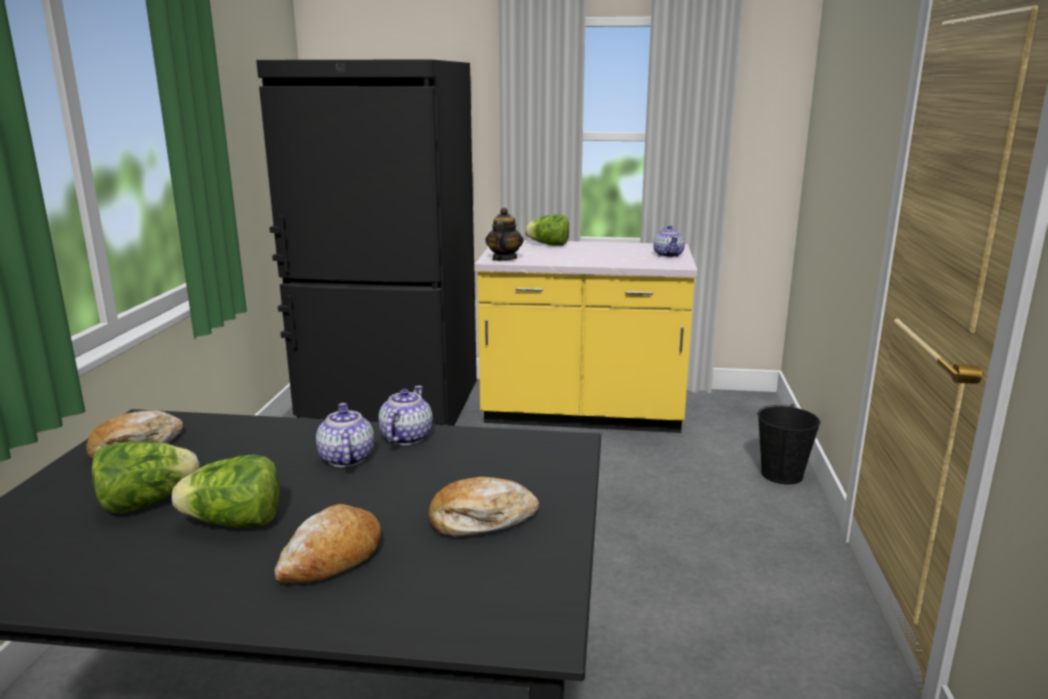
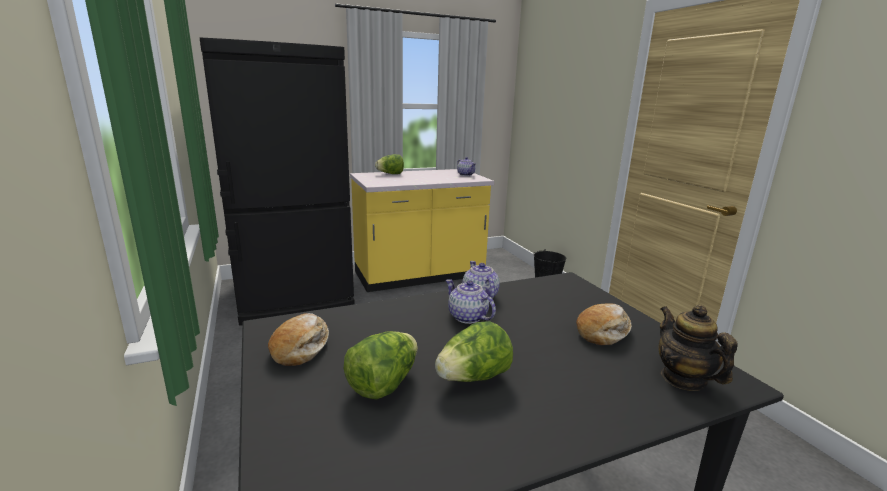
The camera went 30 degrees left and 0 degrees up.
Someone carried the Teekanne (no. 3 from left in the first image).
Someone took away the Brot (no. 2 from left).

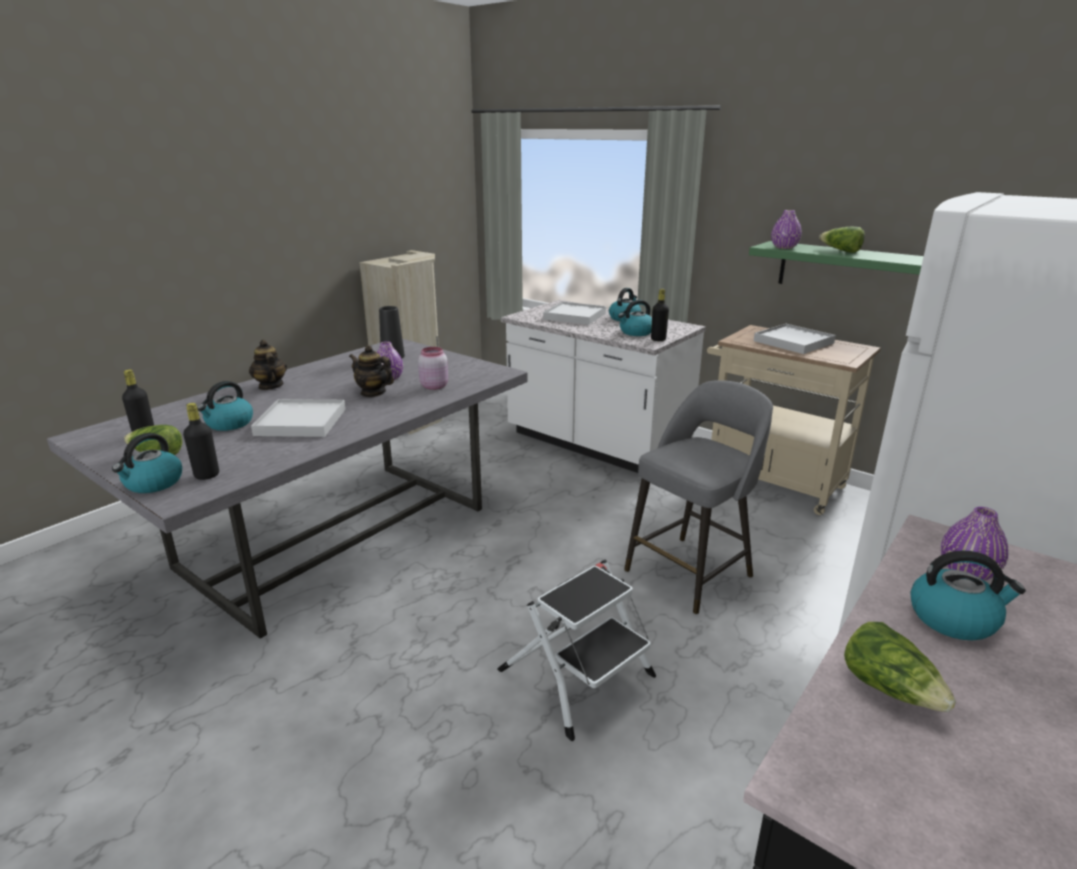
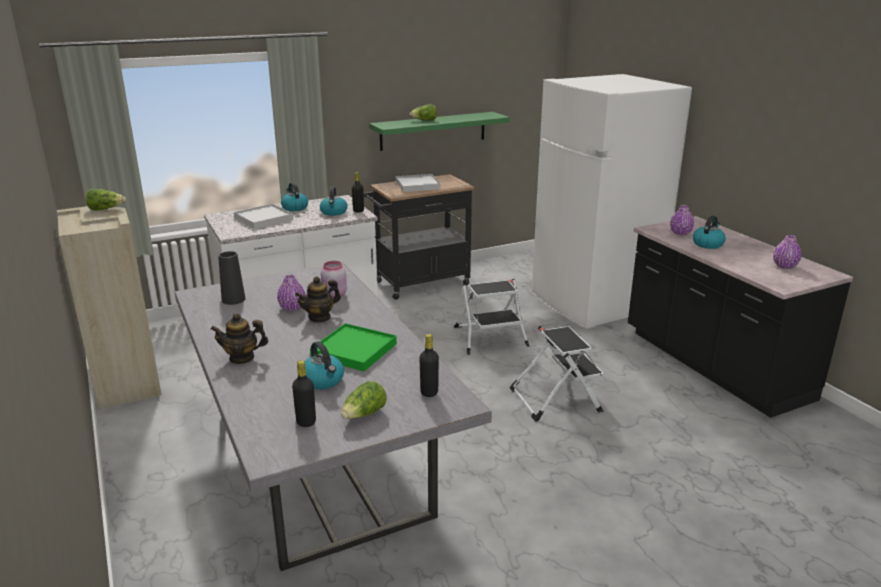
The camera went 65 degrees left and 0 degrees up.
Someone carried the Salatkopf (no. 3 from left in the first image).
Someone repainted the Tablett (weiß) (no. 1 from left), which became the Tablett (grün).
Someone repainted the Rollwagen (beige), which became the Rollwagen (schwarz).
Someone swapped the Hocker (grau) for the Trittleiter (no. 1 from left).
Someone carried the Vase (lila) (no. 2 from left in the first image).
Someone took away the Wasserkessel (no. 1 from left).

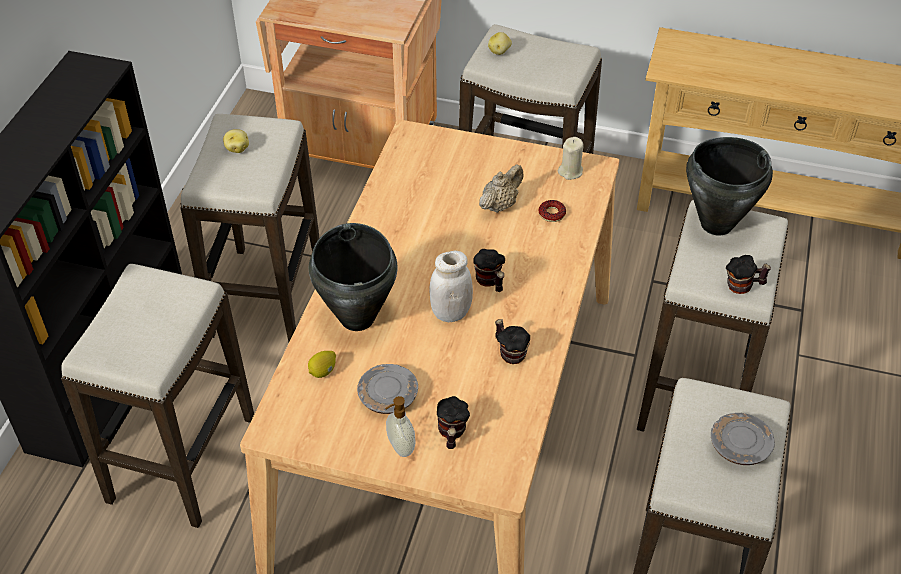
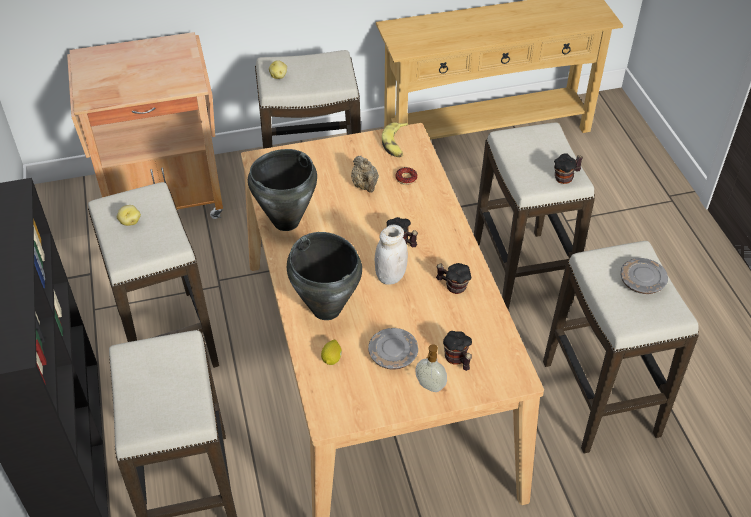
The camera went 30 degrees left and 0 degrees up.
Someone carried the Kochtopf (schwarz) (no. 2 from left in the first image).
Someone rotated the Teekanne (beige) by 150 degrees clockwise.
Someone swapped the Kerze (beige) for the Banane.

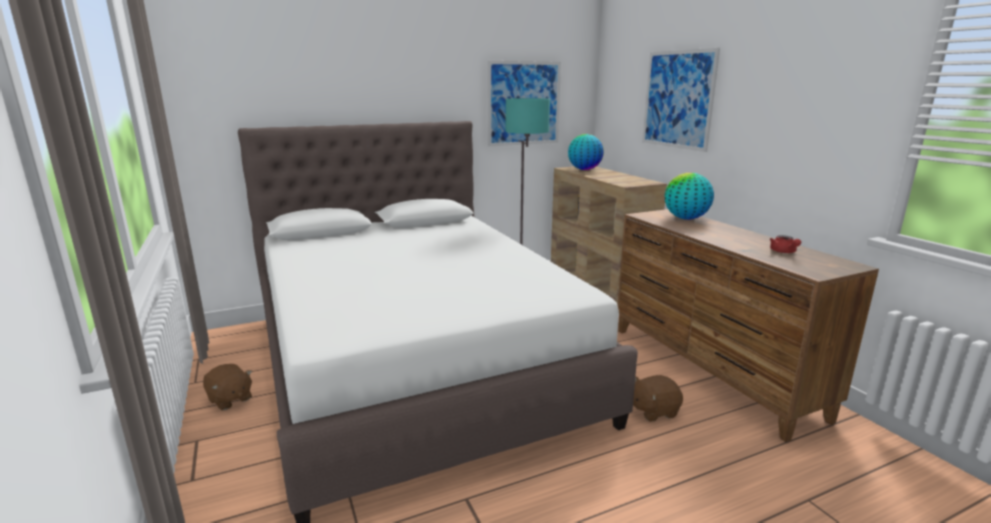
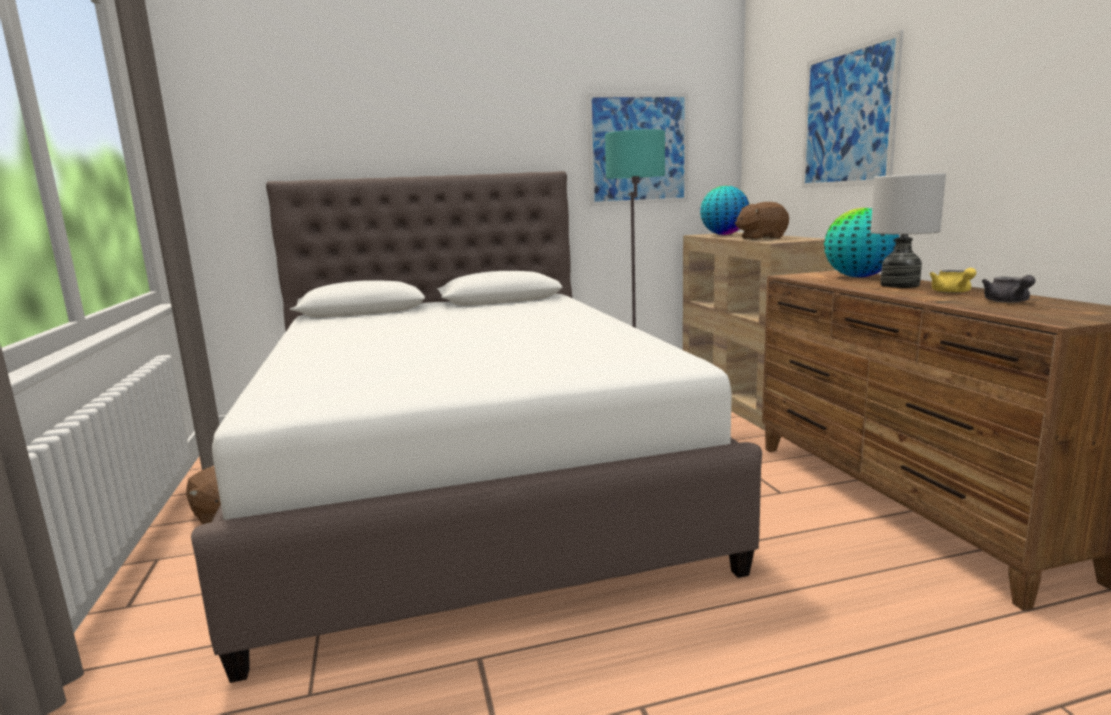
The camera went 10 degrees right and 5 degrees down.
Someone carried the Plüschtier (braun) (no. 2 from left).
Someone put down the Tischlampe (grau).
Someone put down the Teekanne (gelb).
Someone repainted the Teekanne (rot), which became the Teekanne (grau).

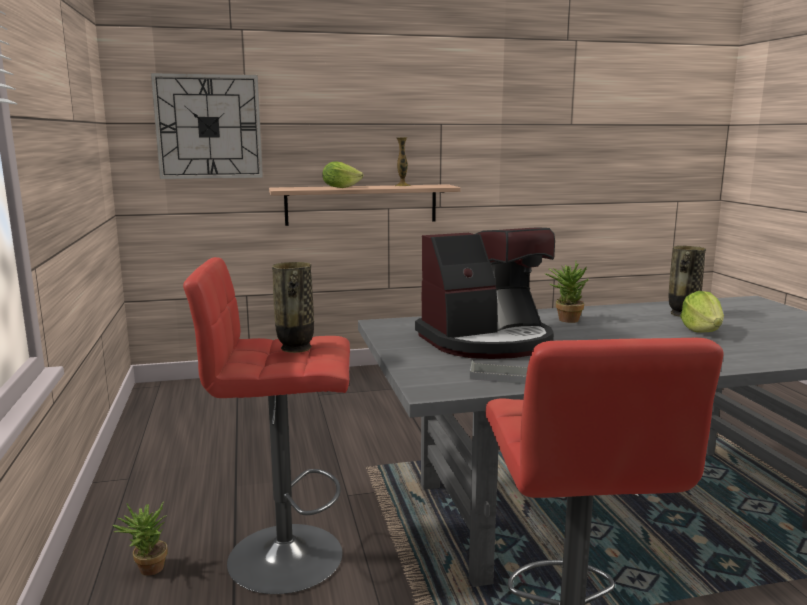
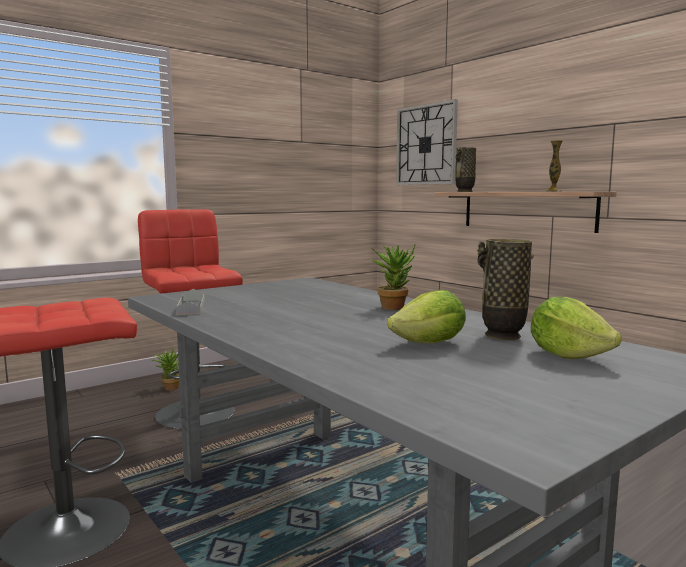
The camera went 65 degrees right and 5 degrees down.
Someone carried the Vase (no. 1 from left).
Someone carried the Salatkopf (no. 1 from left in the first image).
Someone took away the Kaffeemaschine.

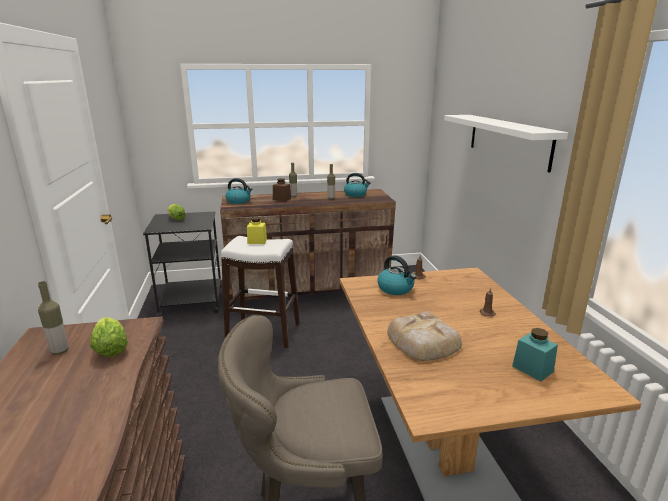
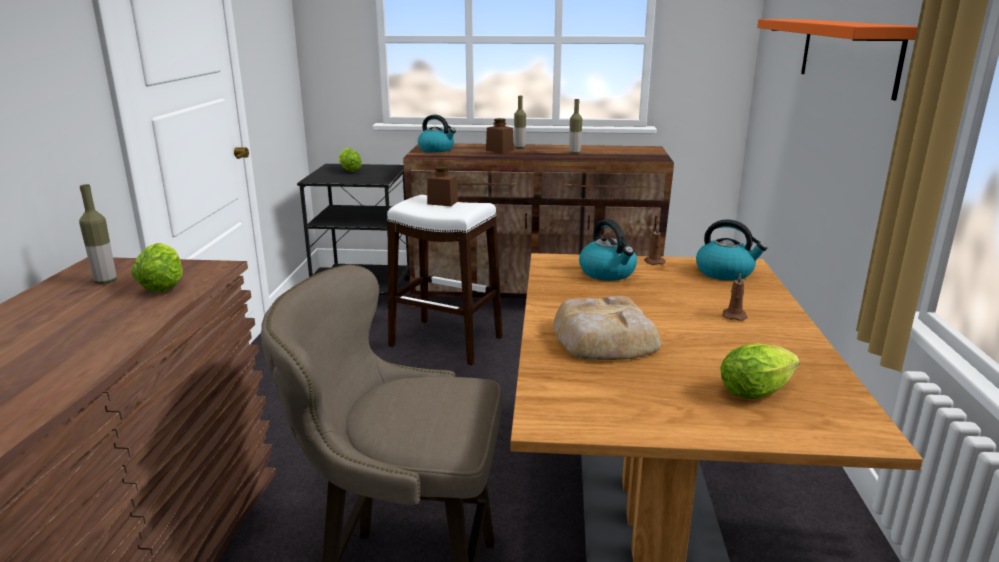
The camera went 15 degrees right and 0 degrees up.
Someone repainted the Vorratsglas (gelb), which became the Vorratsglas (braun) (no. 1 from left).
Someone carried the Wasserkessel (no. 2 from left in the first image).
Someone swapped the Vorratsglas (türkis) for the Salatkopf (no. 3 from left).
Someone repainted the Wandregal (weiß), which became the Wandregal (orange).

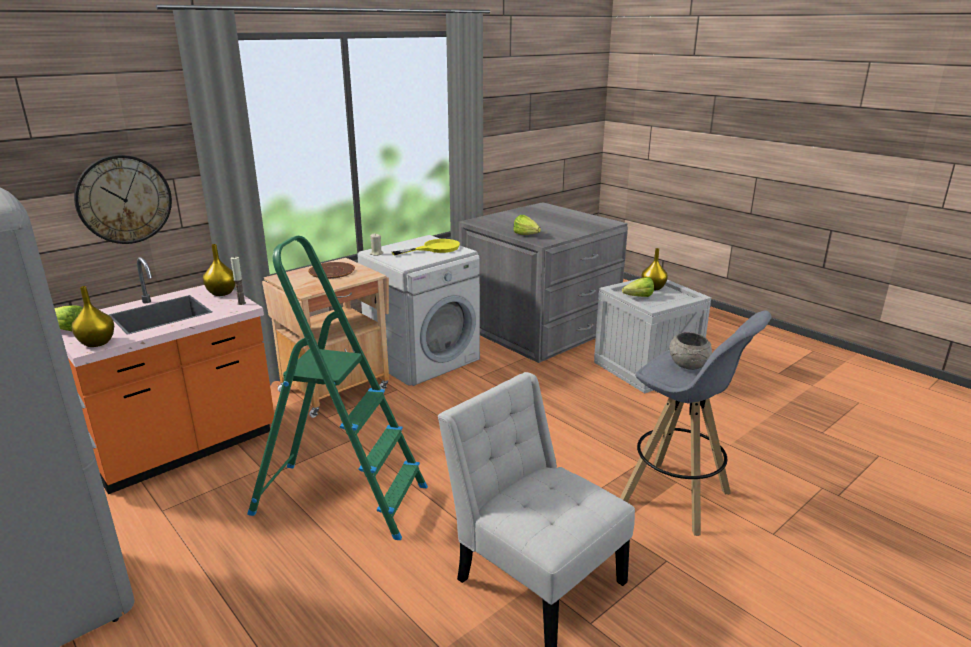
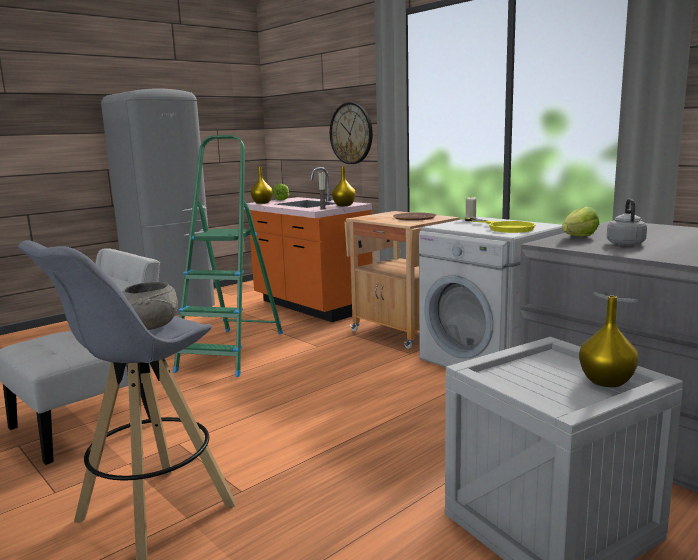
The camera went 90 degrees right and 10 degrees down.
Someone put down the Wasserkessel (grau).
Someone took away the Salatkopf (no. 3 from left).

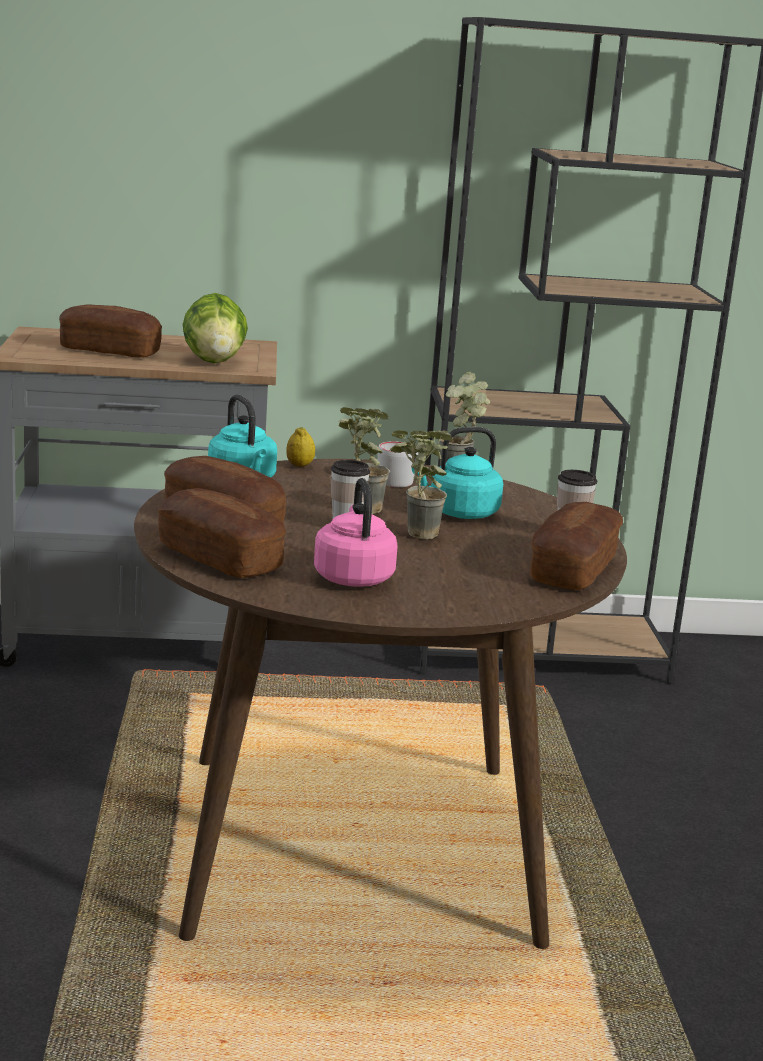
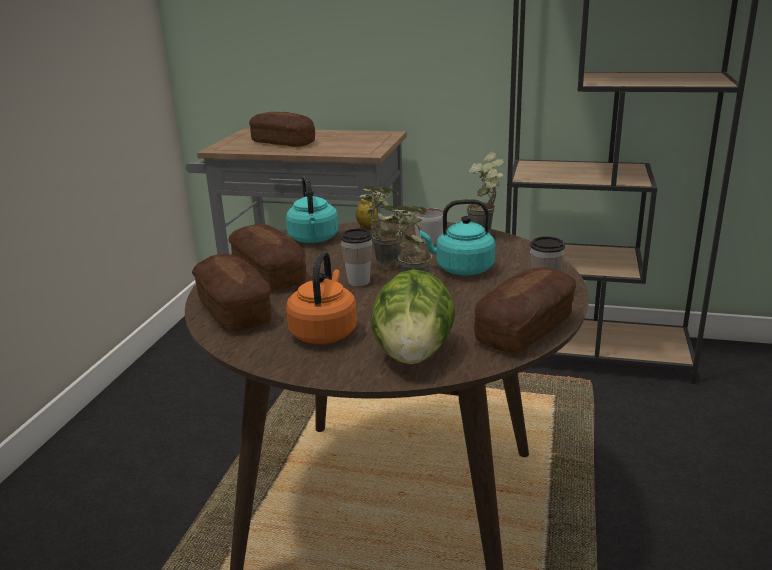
The camera went 20 degrees right and 5 degrees up.
Someone repainted the Wasserkessel (rosa), which became the Wasserkessel (orange).
Someone carried the Salatkopf.

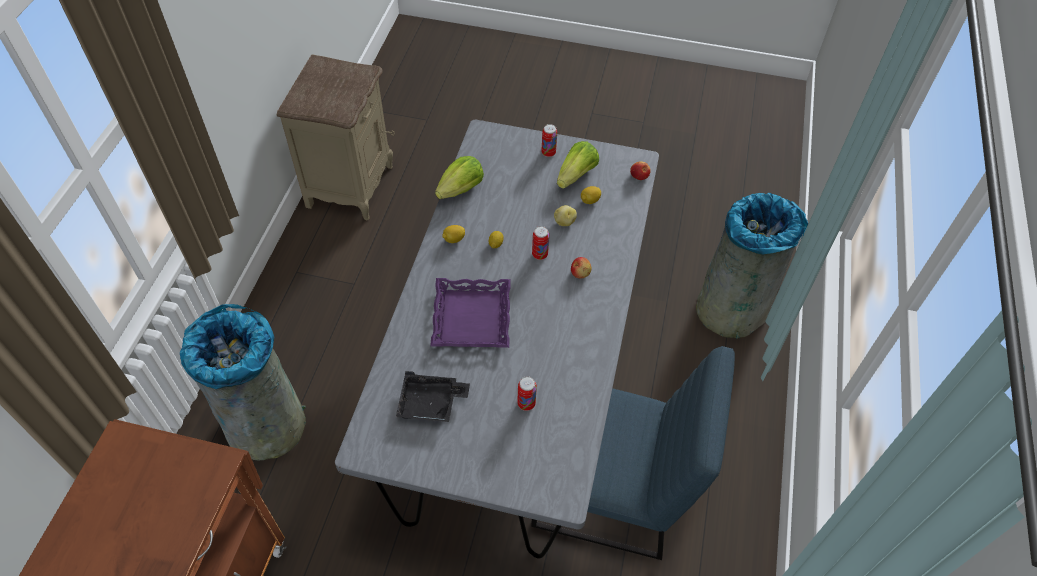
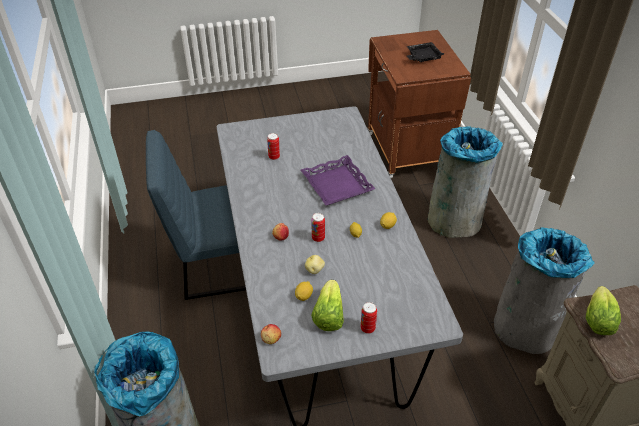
The camera went 155 degrees right and 10 degrees down.
Someone carried the Tablett (schwarz).
Someone put down the Mülleimer (grau) (no. 3 from left).
Someone carried the Salatkopf (no. 1 from left in the first image).

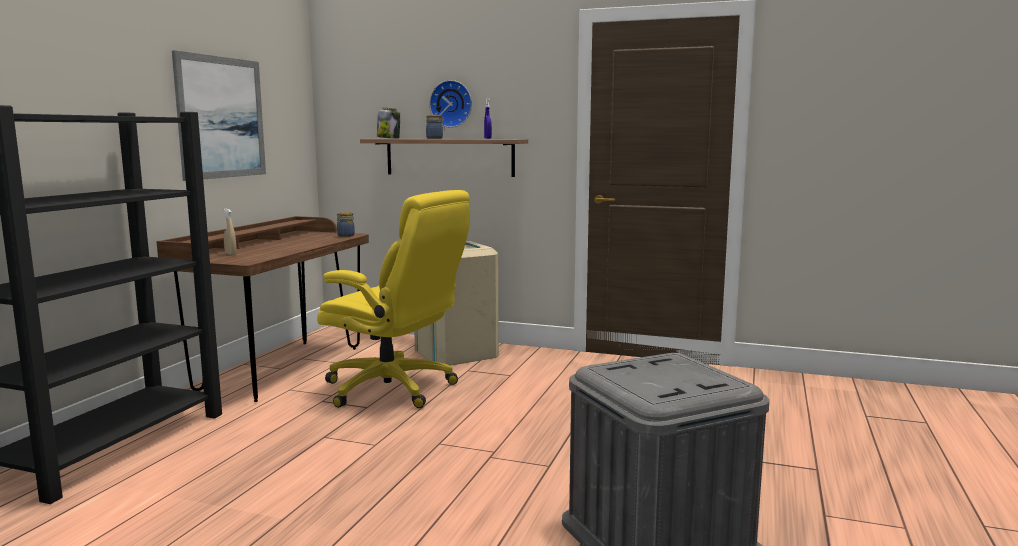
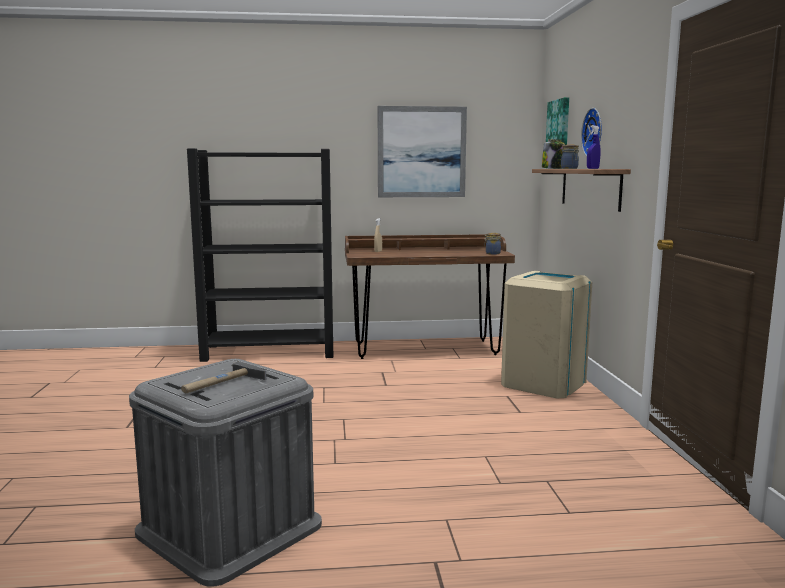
The camera went 65 degrees right and 0 degrees up.
Someone put down the Hammer.
Someone put up the Bild (no. 2 from left).
Someone took away the Bürostuhl (gelb).

